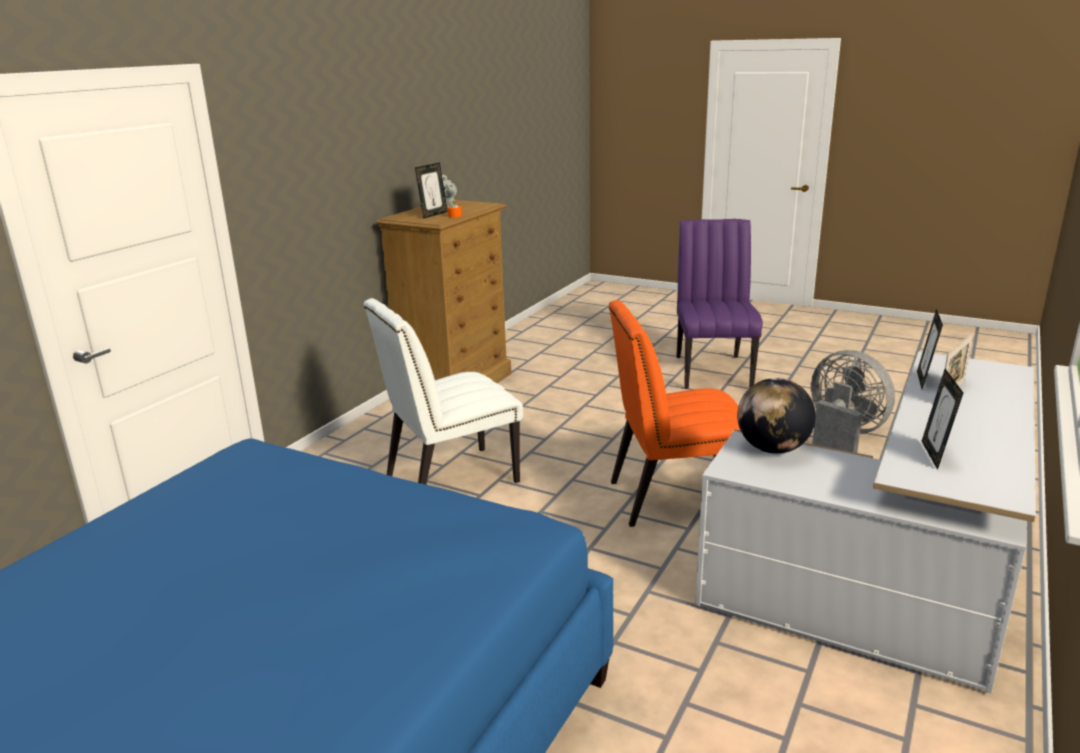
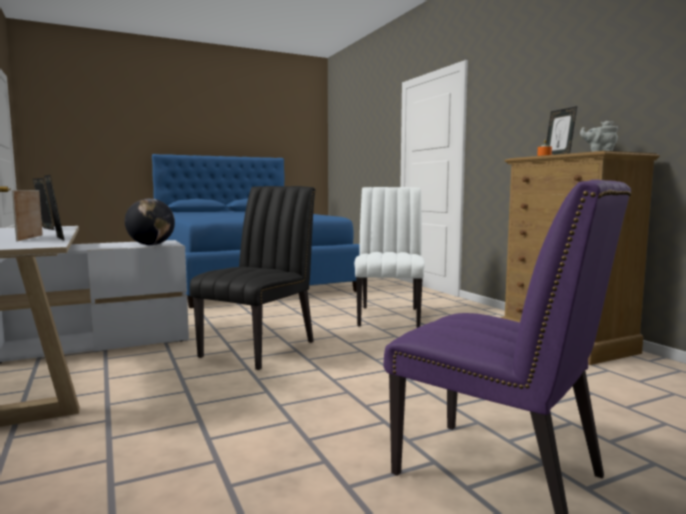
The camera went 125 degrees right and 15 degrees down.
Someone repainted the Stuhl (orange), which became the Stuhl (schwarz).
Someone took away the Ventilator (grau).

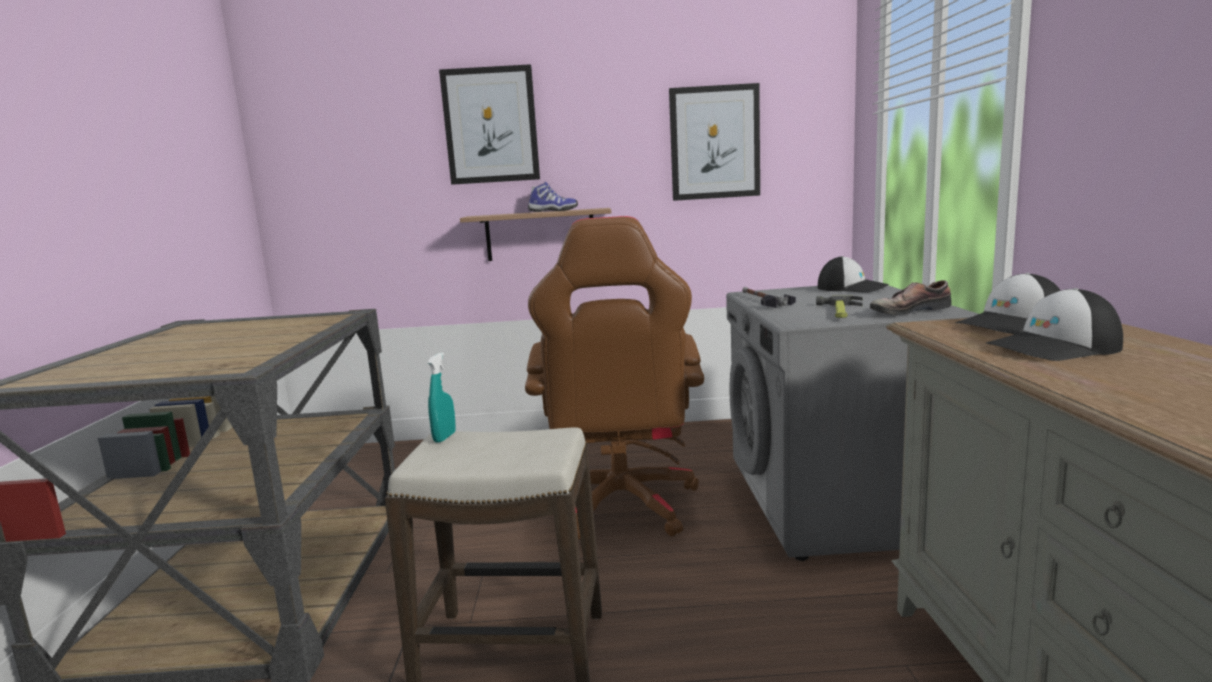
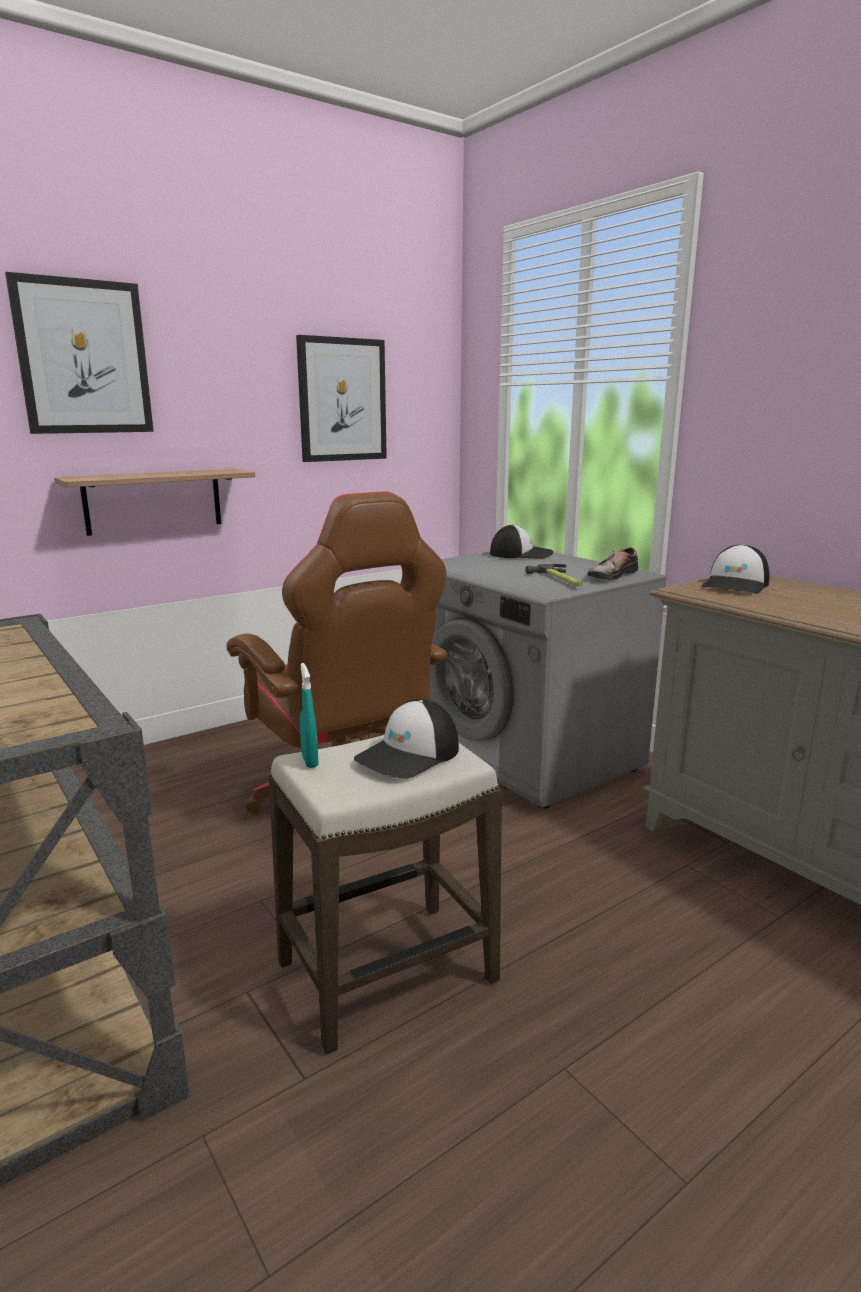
The camera went 35 degrees left and 5 degrees up.
Someone carried the Kappe (no. 3 from left in the first image).
Someone took away the Schuh (no. 1 from left).
Someone took away the Hammer (no. 1 from left).

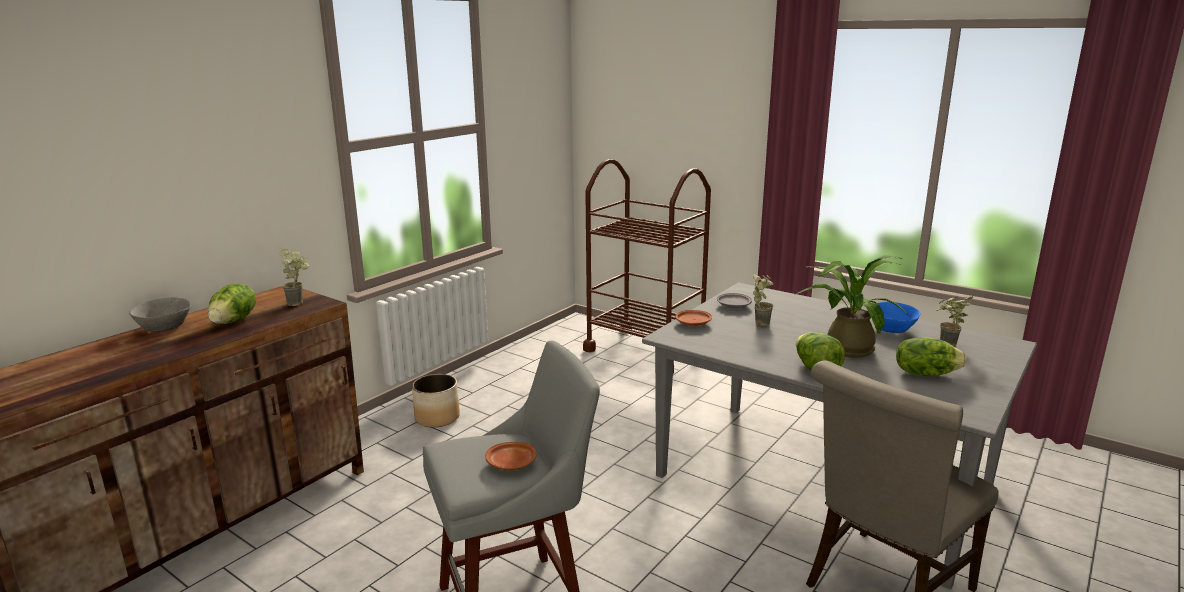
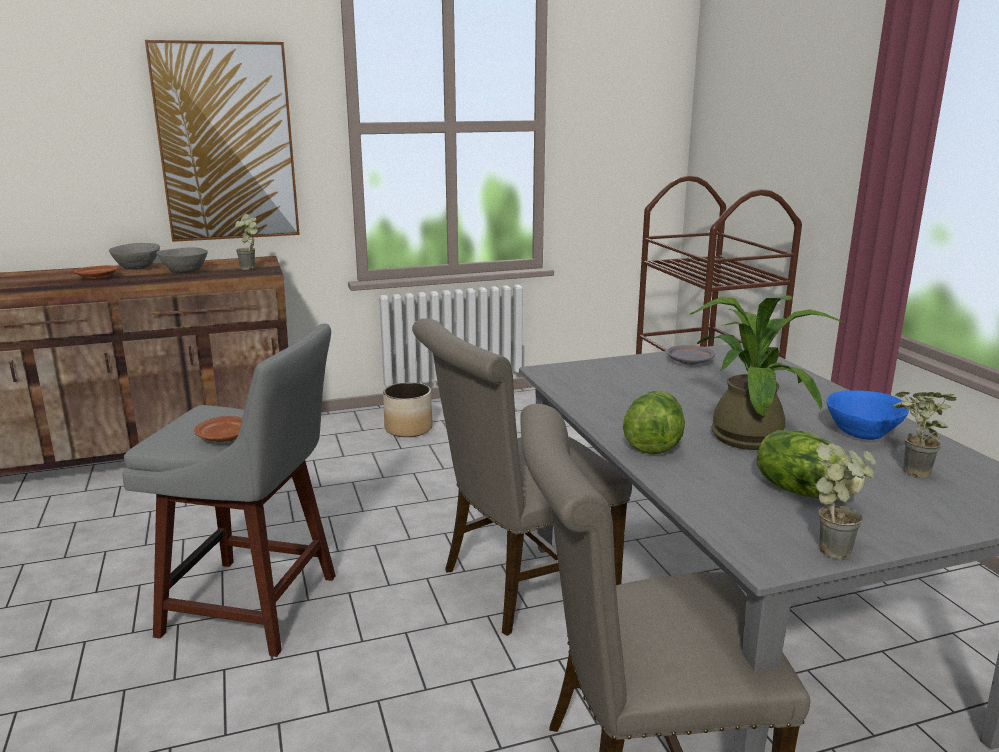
The camera went 35 degrees right and 0 degrees up.
Someone carried the Teller (braun) (no. 2 from left in the first image).
Someone put up the Bild.
Someone swapped the Salatkopf (no. 1 from left) for the Schüssel (grau) (no. 2 from left).
Someone put down the Stuhl (beige) (no. 1 from left).
Someone carried the Topfpflanze (no. 2 from left in the first image).

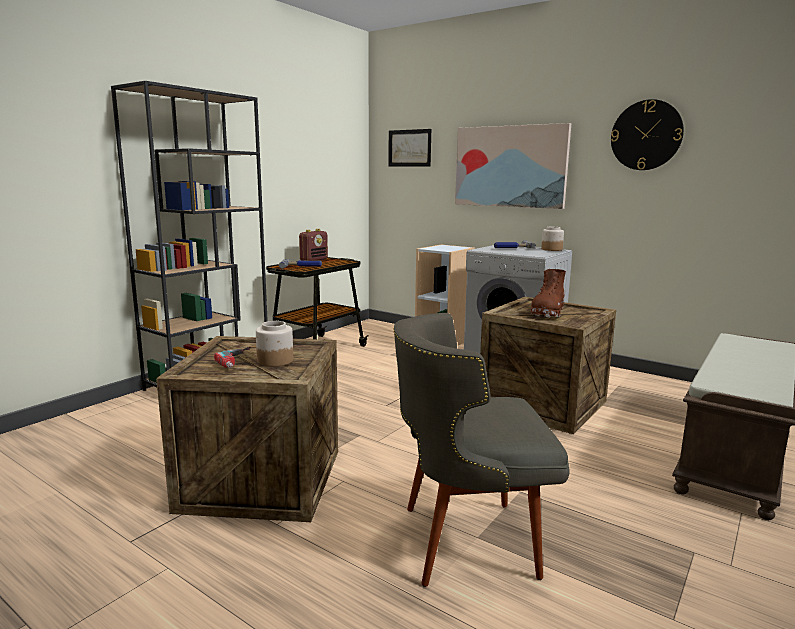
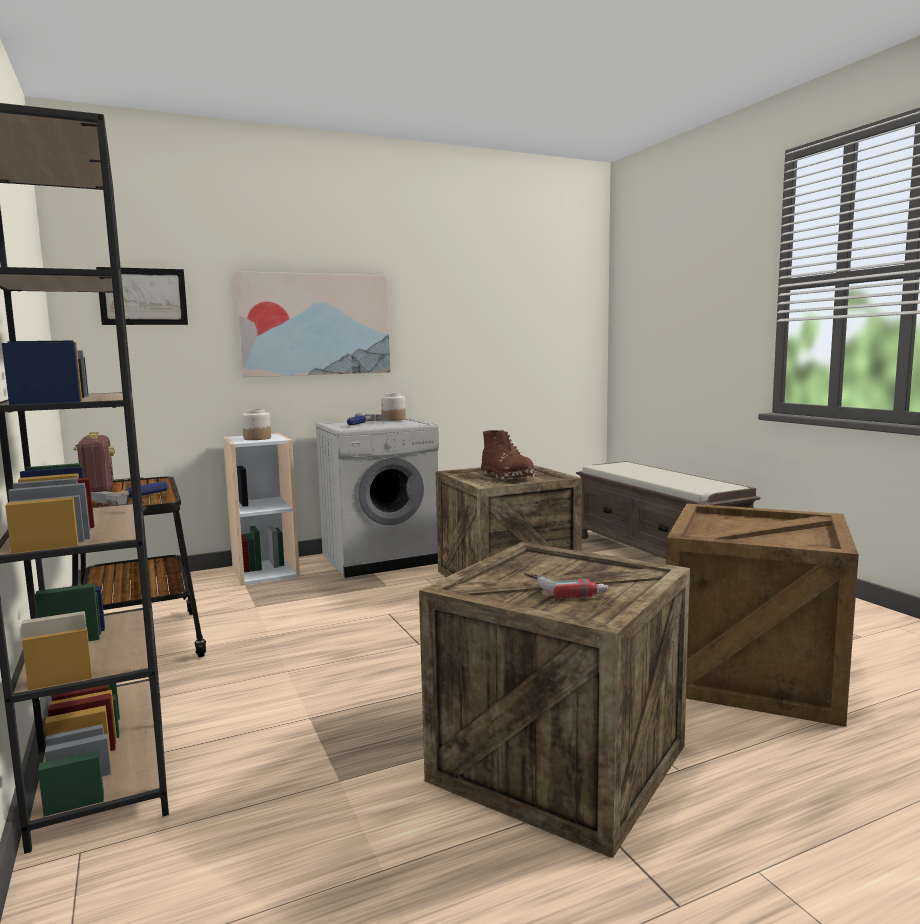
The camera went 60 degrees left and 5 degrees down.
Someone carried the Vorratsglas (no. 1 from left).
Someone swapped the Stuhl (grau) for the Kiste (no. 3 from left).
Someone took away the Wanduhr.

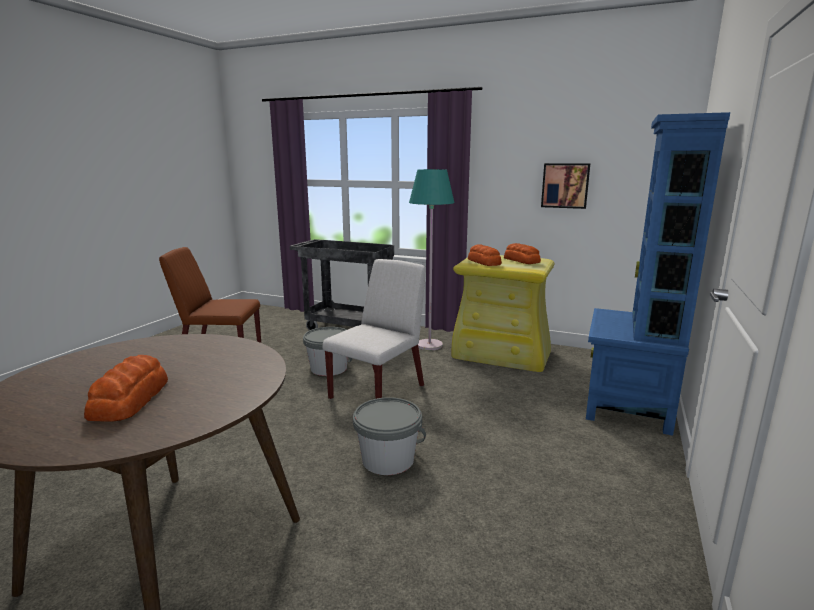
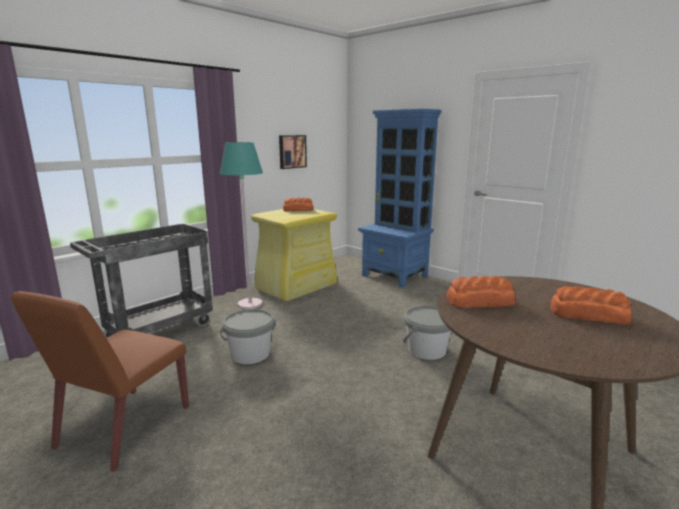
The camera went 70 degrees left and 0 degrees up.
Someone carried the Brot (no. 2 from left).
Someone took away the Stuhl (weiß).

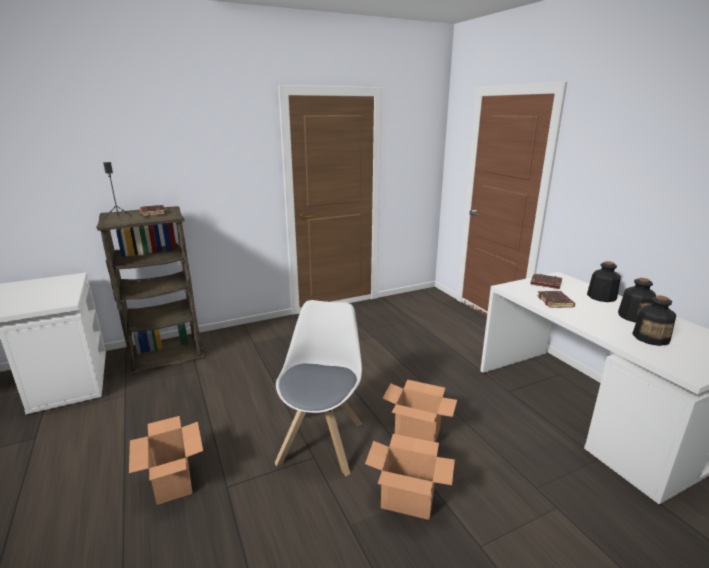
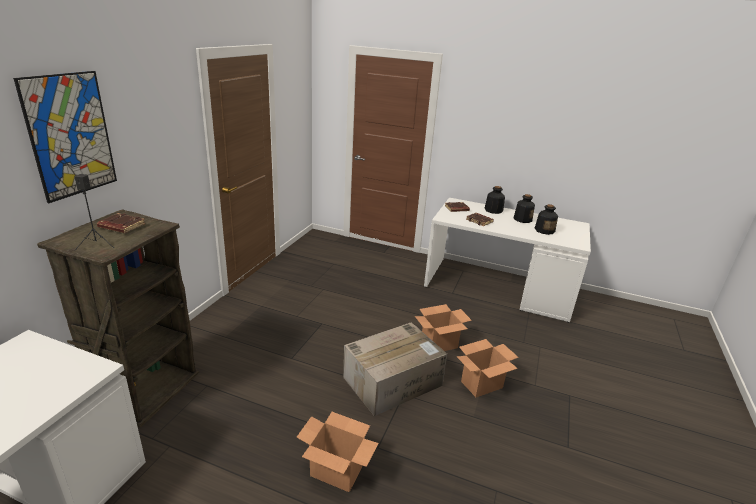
The camera went 45 degrees left and 5 degrees up.
Someone put up the Bild.
Someone swapped the Stuhl for the Karton (no. 2 from left).

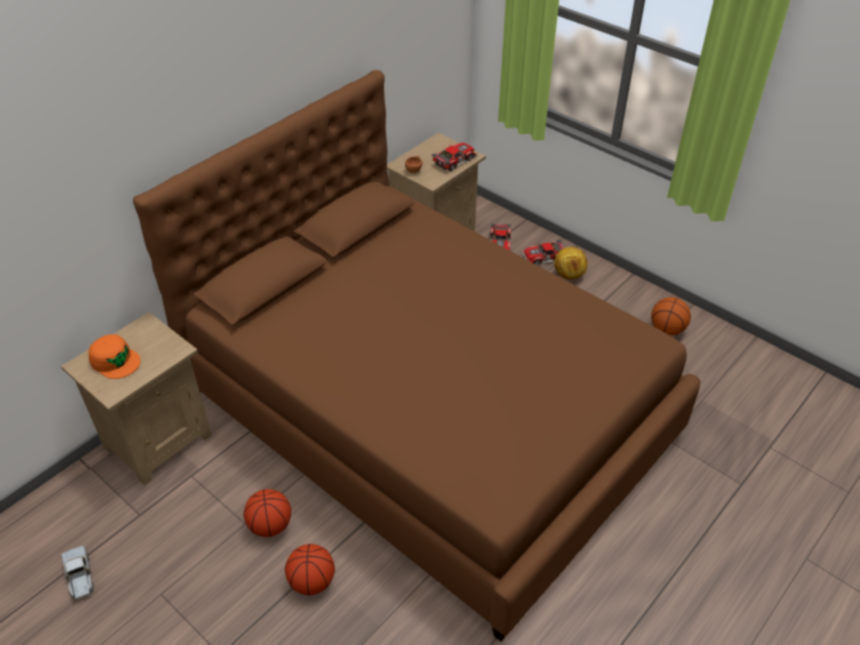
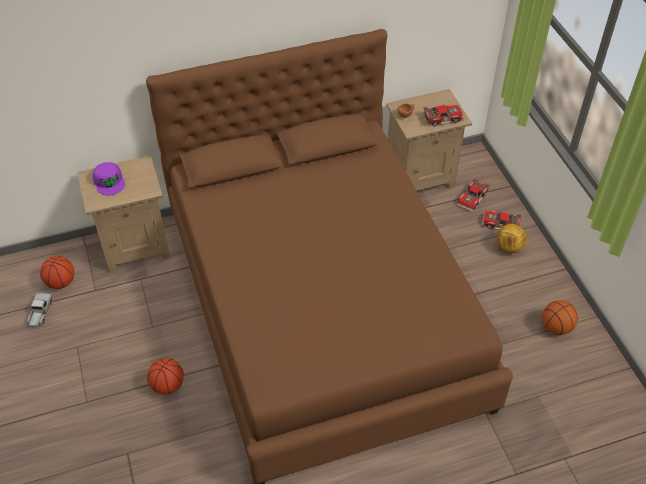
The camera went 30 degrees right and 5 degrees up.
Someone carried the Basketball (no. 1 from left).
Someone repainted the Kappe (orange), which became the Kappe (lila).

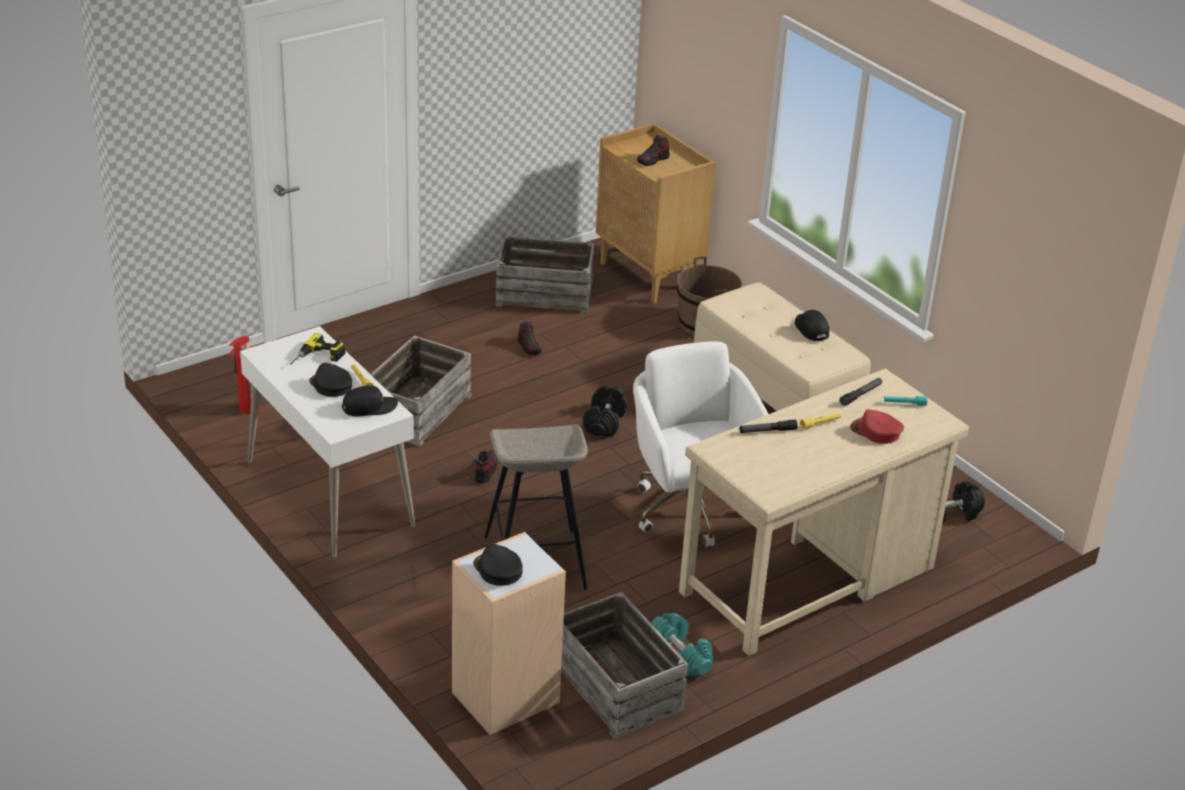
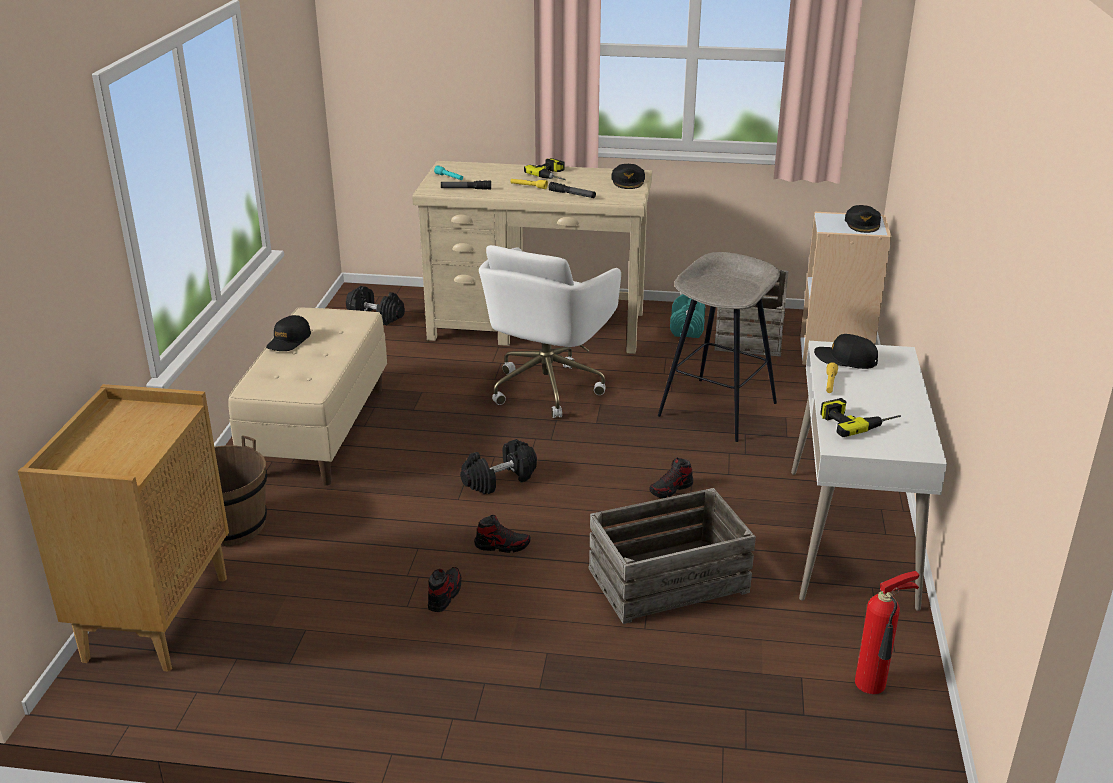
The camera went 135 degrees left and 5 degrees down.
Someone carried the Schuh (no. 3 from left in the first image).
Someone put down the Bohrmaschine (no. 1 from left).
Someone carried the Kappe (schwarz) (no. 1 from left in the first image).
Someone took away the Kiste (no. 2 from left).
Someone took away the Kappe (rot).

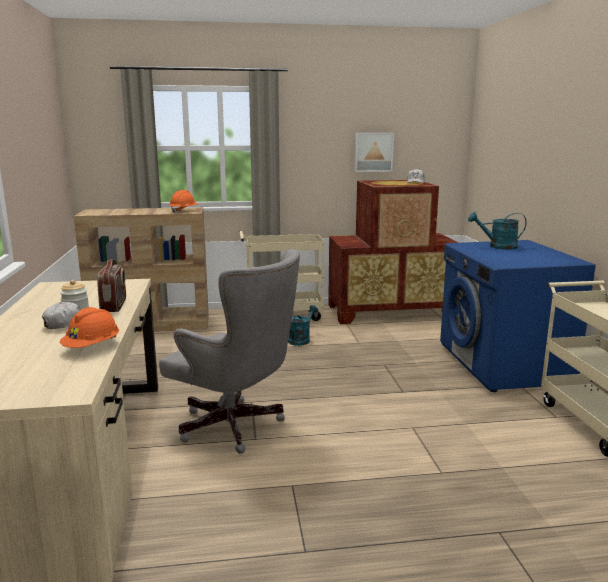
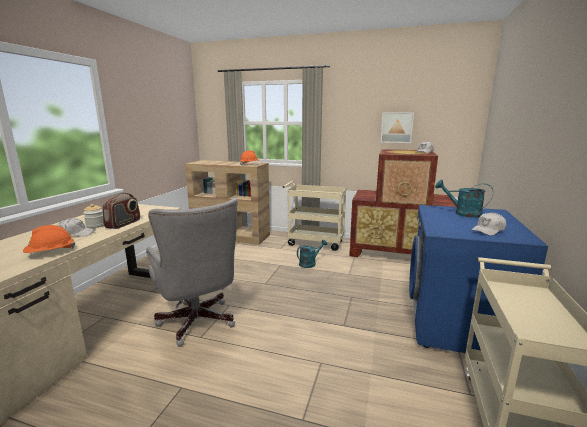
The camera went 25 degrees right and 0 degrees up.
Someone put down the Kappe (weiß) (no. 3 from left).

